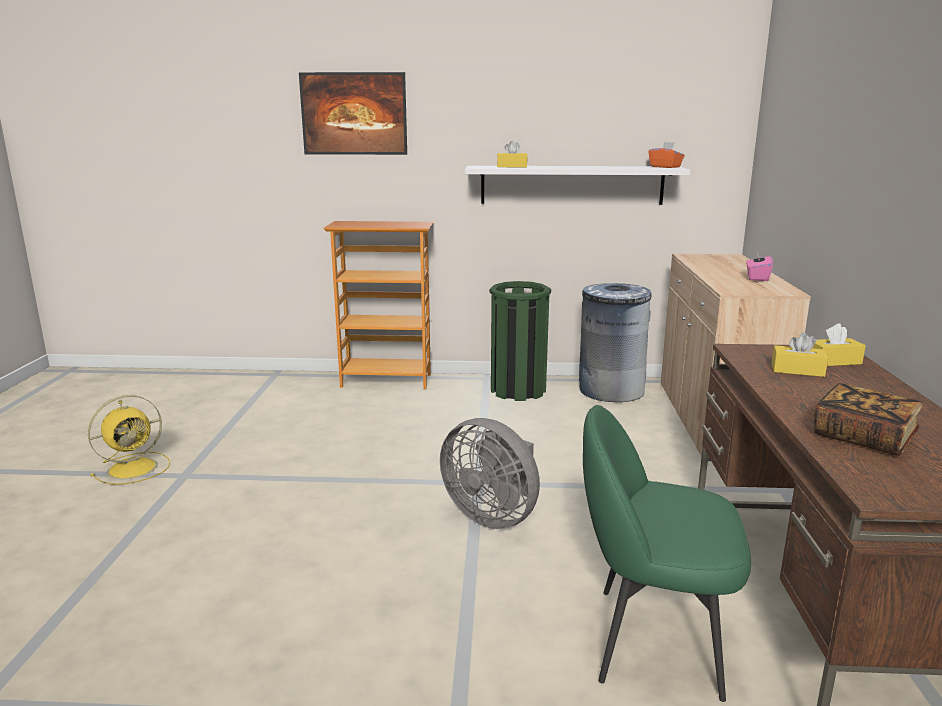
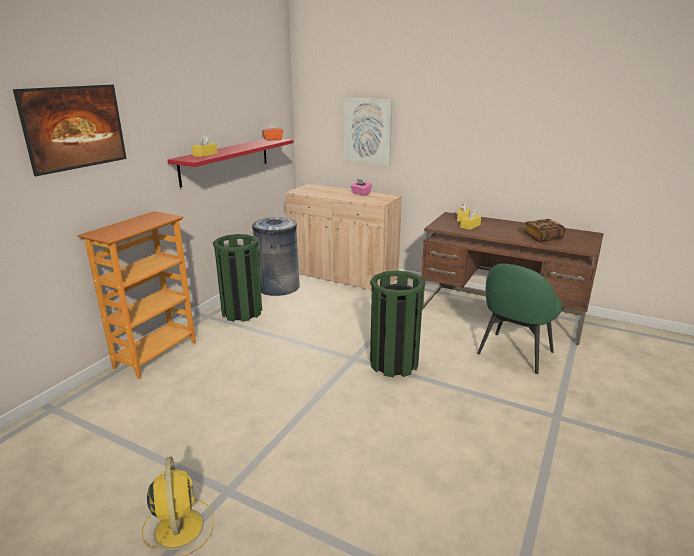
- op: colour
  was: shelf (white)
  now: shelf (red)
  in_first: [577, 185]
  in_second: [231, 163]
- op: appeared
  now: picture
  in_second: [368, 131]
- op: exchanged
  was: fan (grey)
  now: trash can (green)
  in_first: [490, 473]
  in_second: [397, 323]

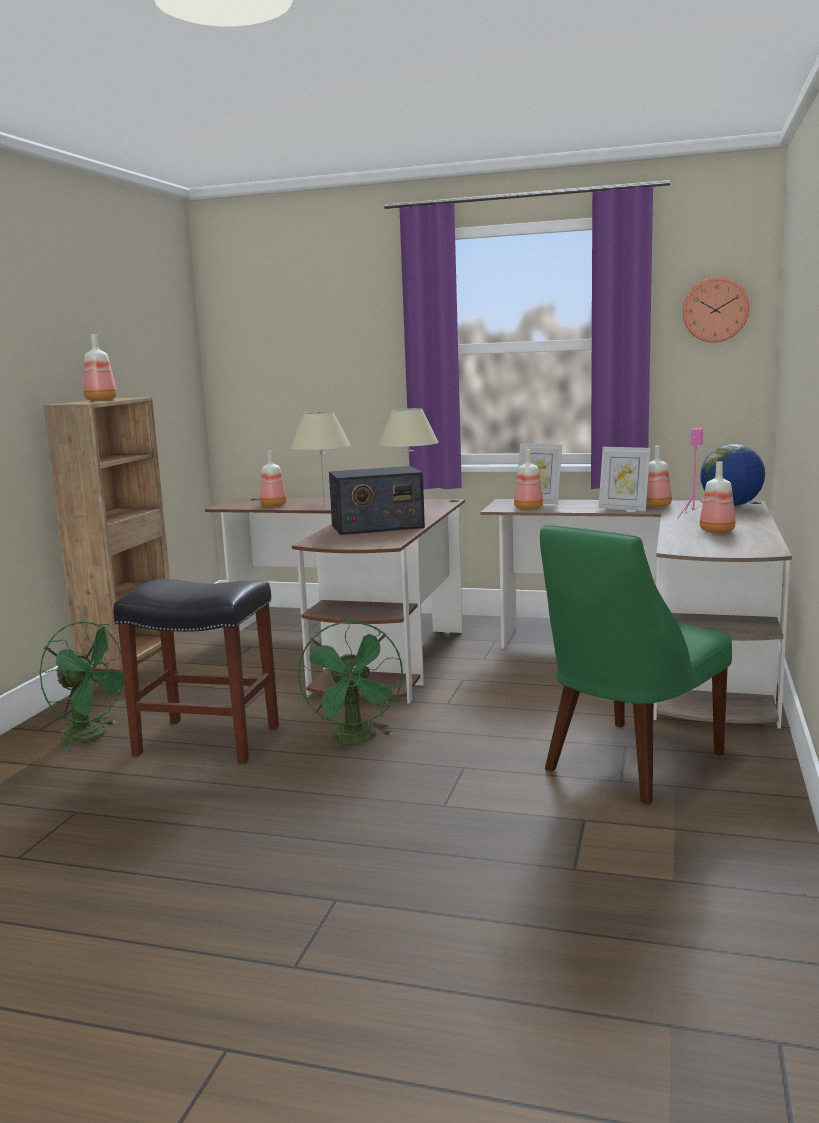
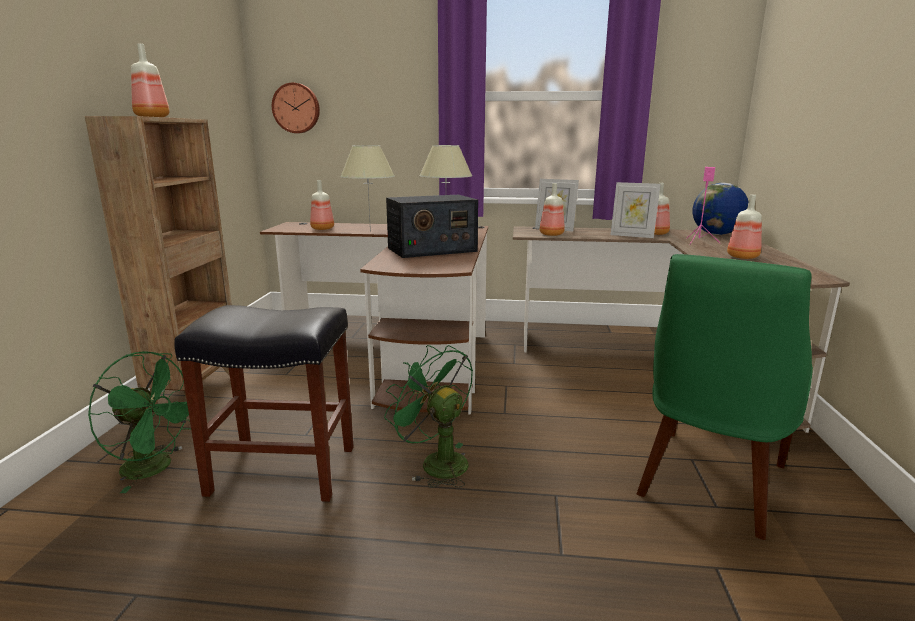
- op: relocated
  was: wall clock
  in_first: [716, 309]
  in_second: [296, 108]
- op: spun
  was: fan (green)
  in_first: [350, 683]
  in_second: [428, 416]
  clockwise: 150

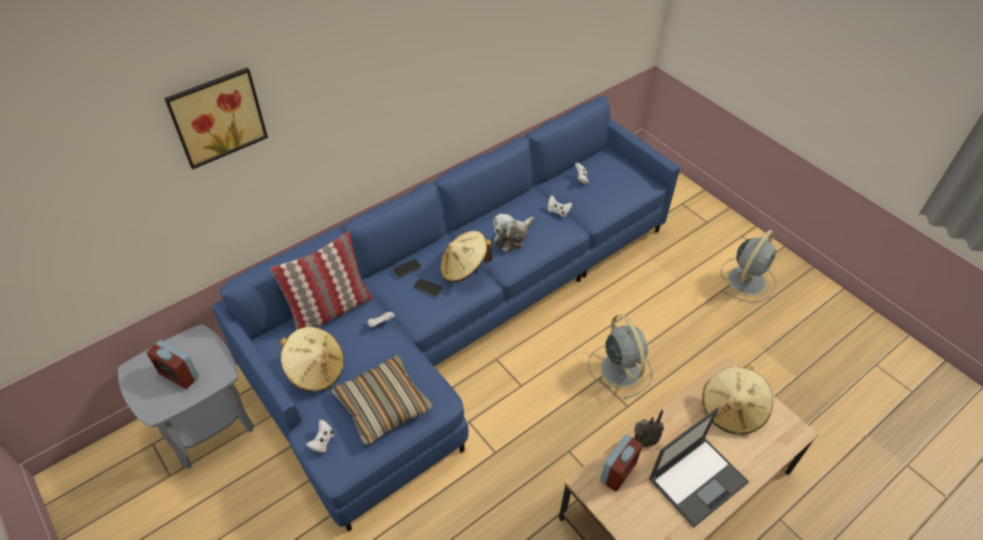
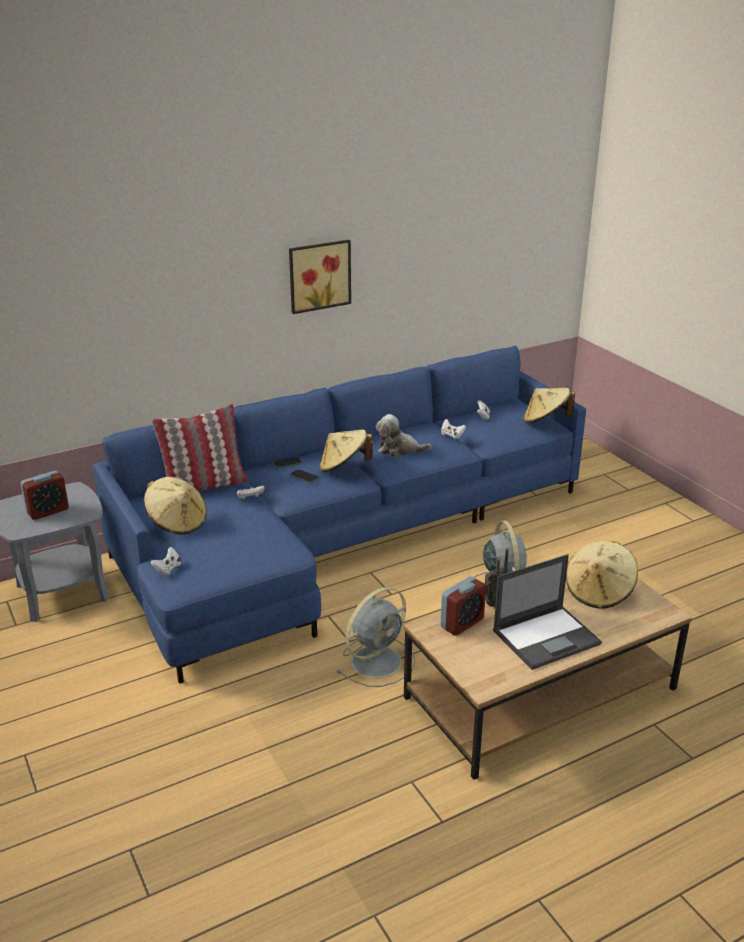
- op: spun
  was: alarm clock
  in_first: [173, 364]
  in_second: [45, 495]
  clockwise: -75
- op: relocated
  was: picture
  in_first: [216, 118]
  in_second: [320, 277]
- op: relocated
  was: fan (grey)
  in_first: [748, 266]
  in_second: [375, 637]
- op: spun
  was: plush toy
  in_first: [513, 232]
  in_second: [403, 435]
  clockwise: 45
- op: appeared
  now: hat (beige)
  in_second: [549, 405]
- op: missing
  was: pillow
  in_first: [382, 399]

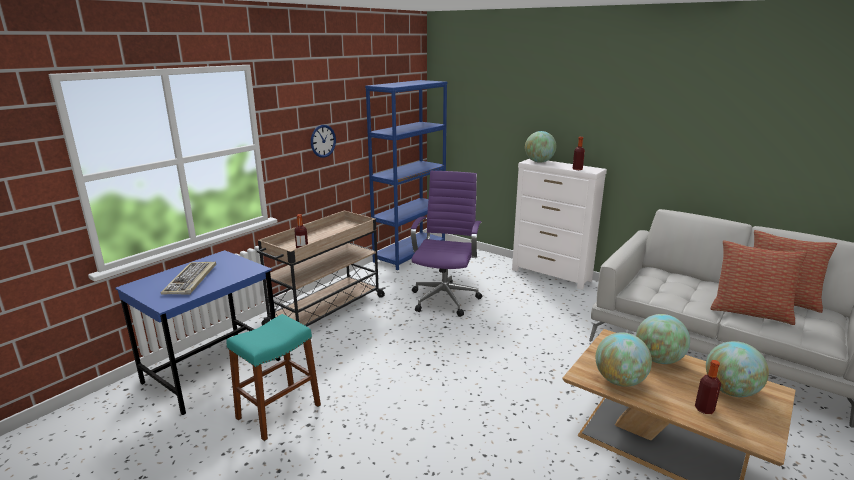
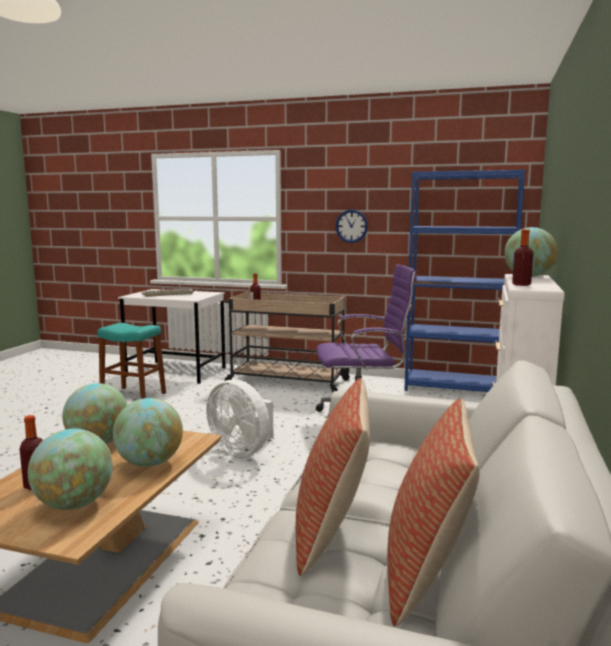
- op: colour
  was: desk (blue)
  now: desk (white)
  in_first: [197, 332]
  in_second: [172, 336]
- op: appeared
  now: fan (white)
  in_second: [239, 417]

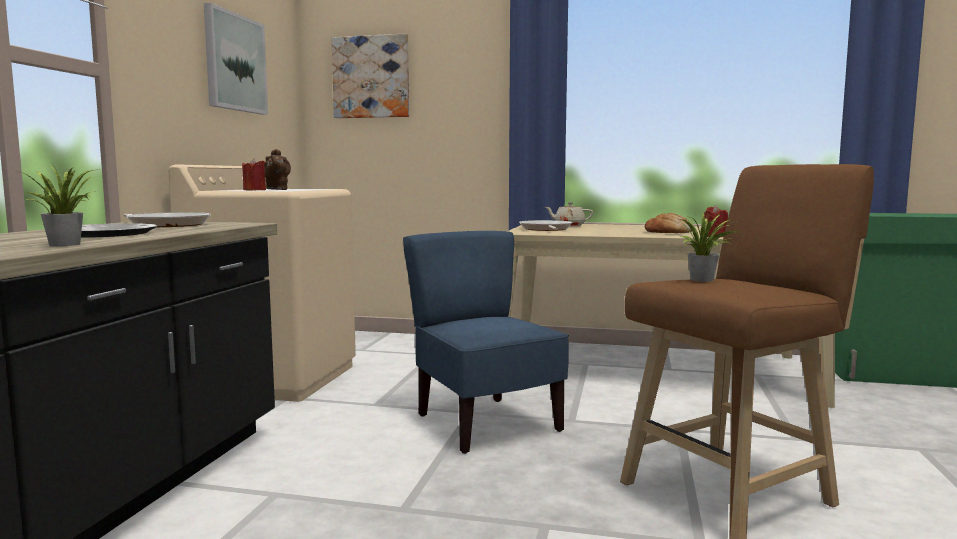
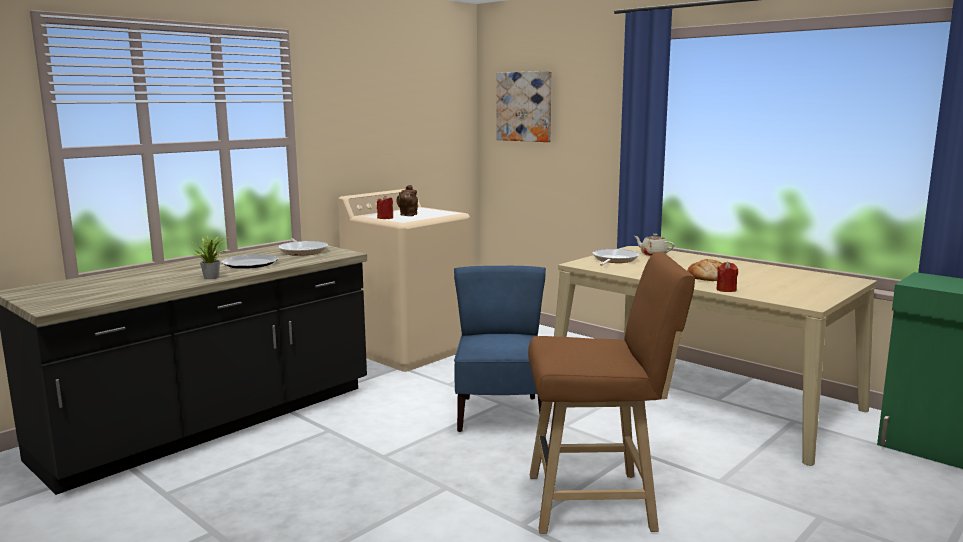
- op: missing
  was: picture
  in_first: [236, 59]
- op: missing
  was: potted plant
  in_first: [709, 247]

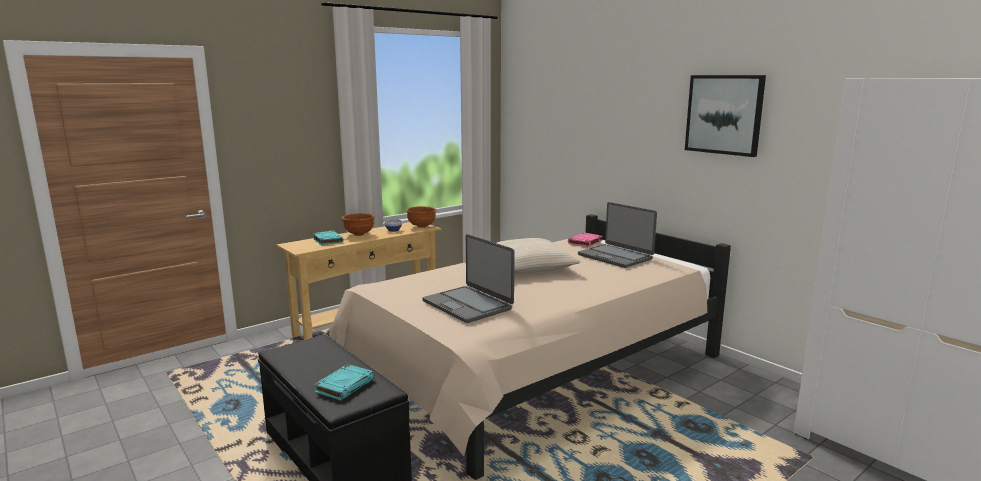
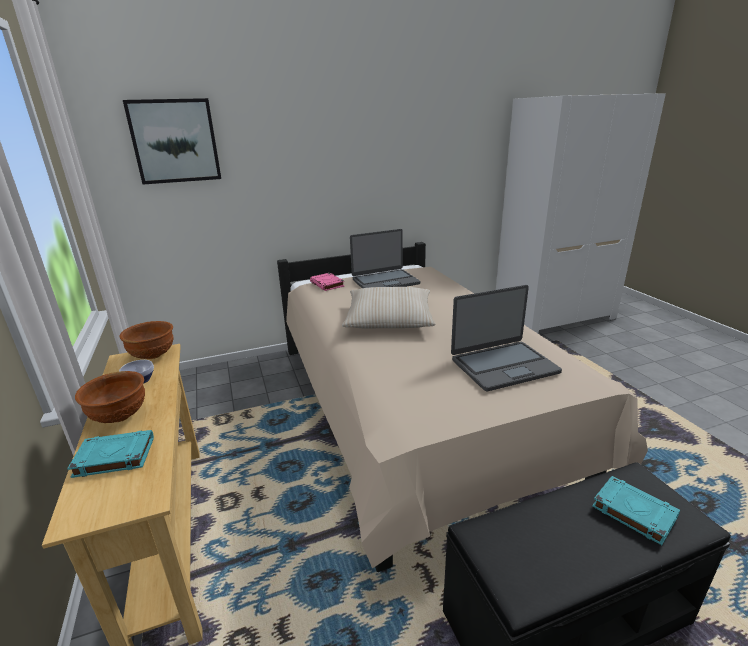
- op: relocated
  was: picture
  in_first: [725, 116]
  in_second: [172, 141]

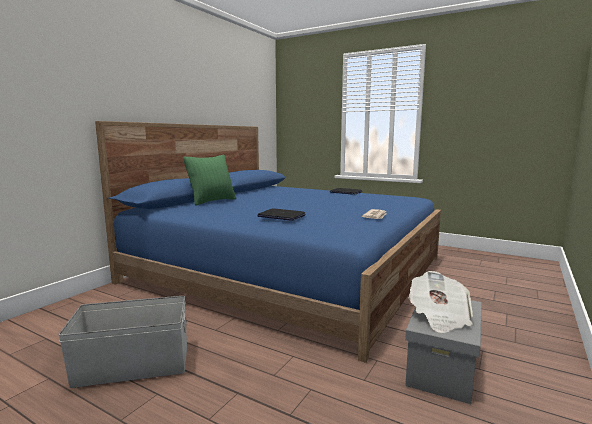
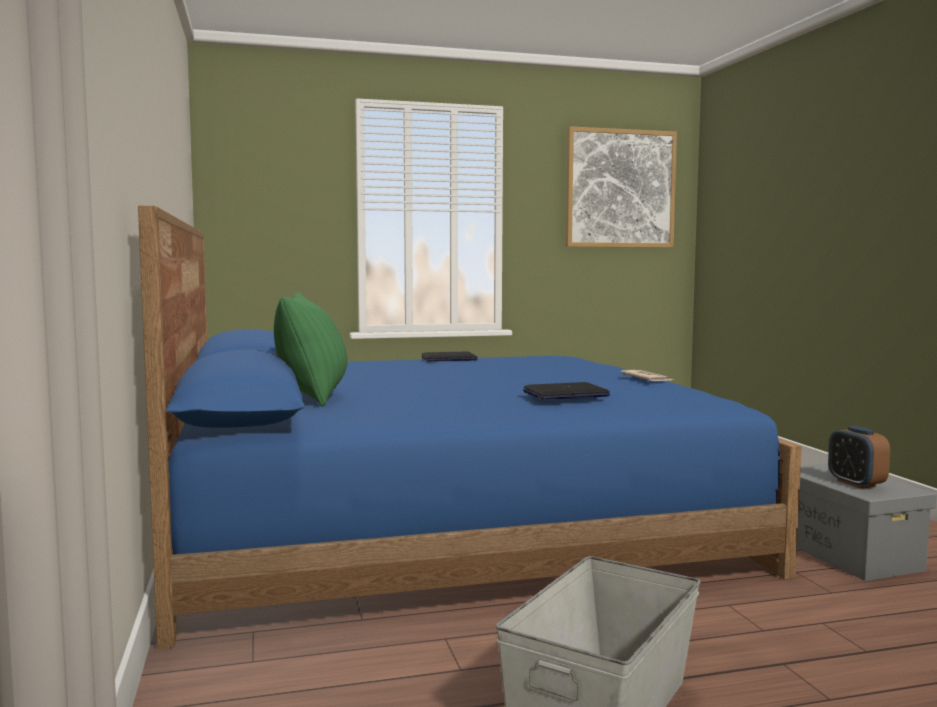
- op: appeared
  now: picture
  in_second: [621, 187]
- op: exchanged
  was: newspaper
  now: alarm clock
  in_first: [440, 302]
  in_second: [859, 457]

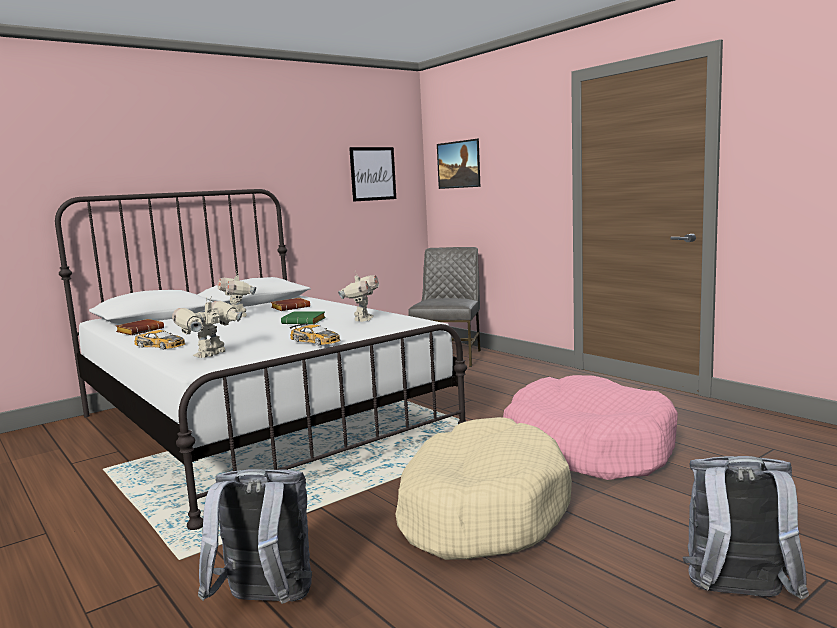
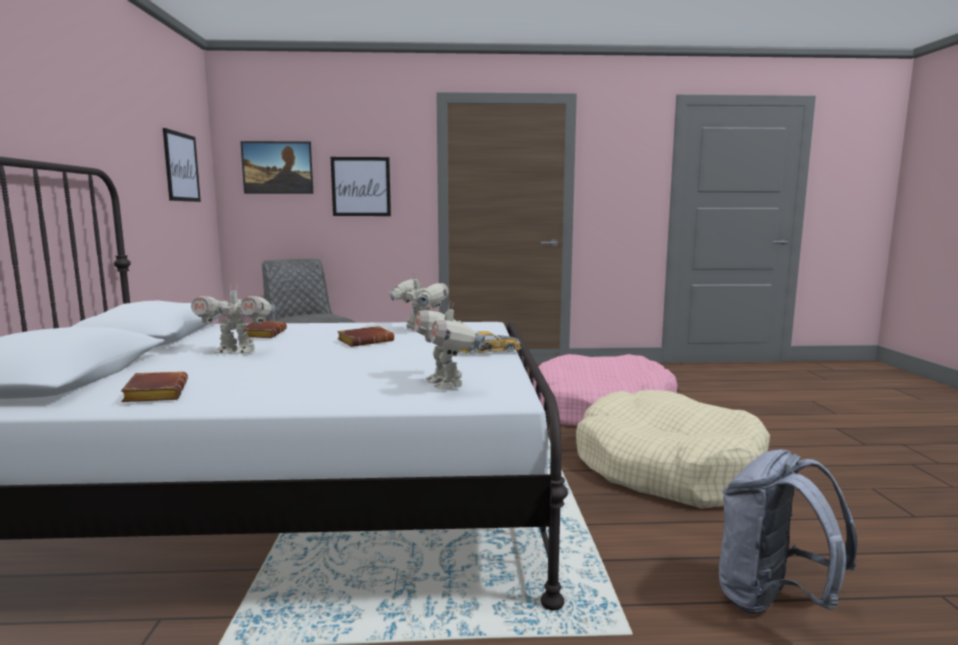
- op: appeared
  now: picture
  in_second: [361, 186]
- op: colour
  was: book (green)
  now: book (brown)
  in_first: [303, 317]
  in_second: [365, 336]
- op: missing
  was: toy car
  in_first: [159, 339]
- op: missing
  was: backpack (grey)
  in_first: [745, 527]

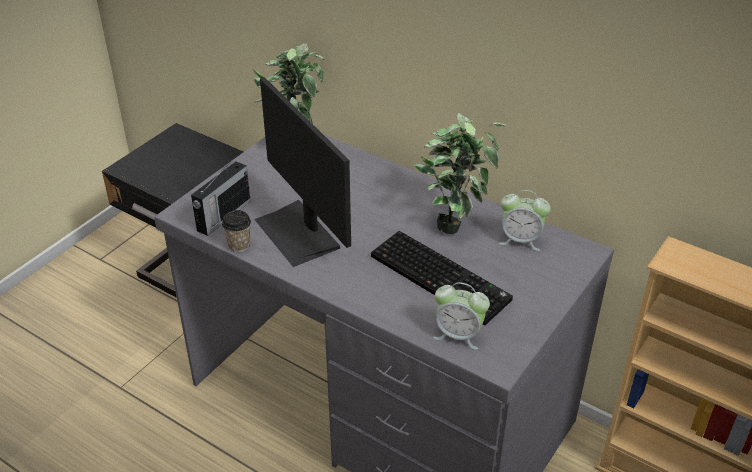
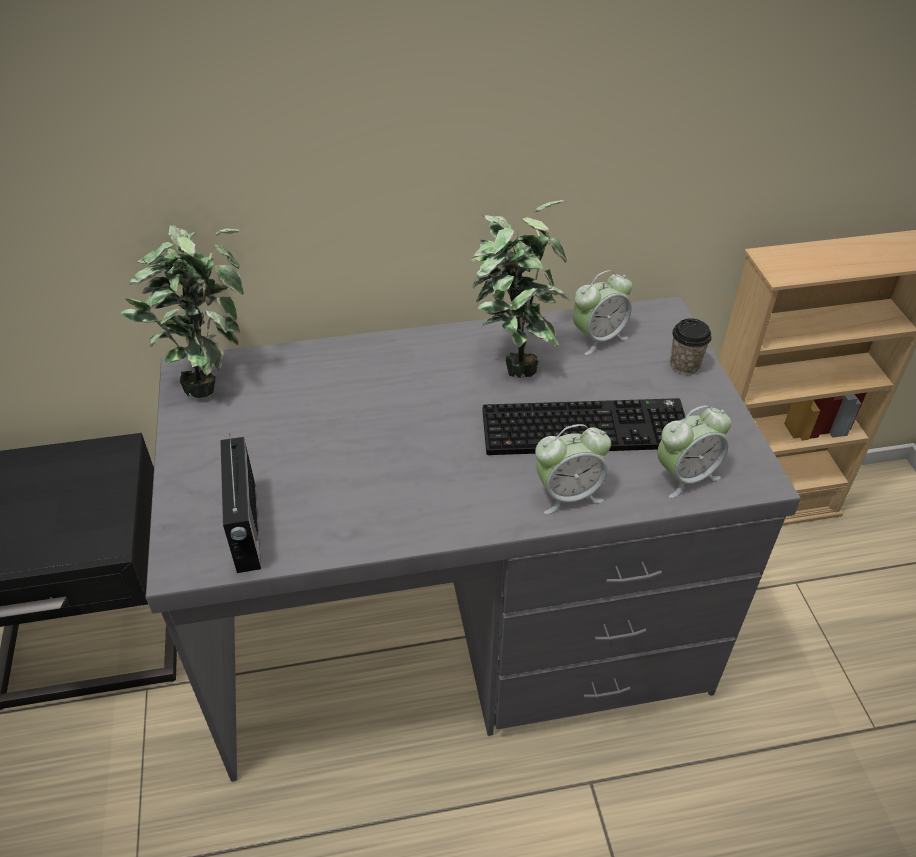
- op: appeared
  now: alarm clock
  in_second: [573, 469]
- op: relocated
  was: cup
  in_first: [236, 231]
  in_second: [691, 346]
- op: missing
  was: monitor
  in_first: [302, 172]

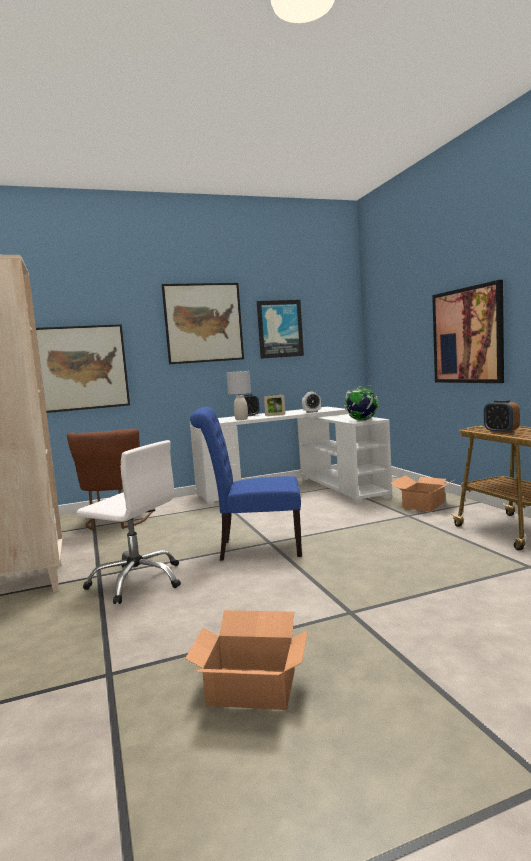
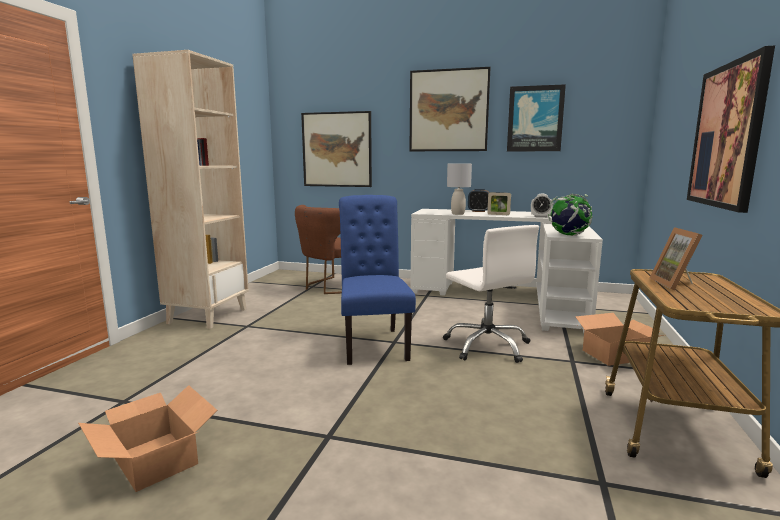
- op: spun
  was: chair (blue)
  in_first: [246, 484]
  in_second: [377, 280]
  clockwise: 45
- op: relocated
  was: office chair (white)
  in_first: [129, 522]
  in_second: [491, 294]
- op: exchanged
  was: alarm clock
  now: picture frame
  in_first: [502, 416]
  in_second: [675, 258]

